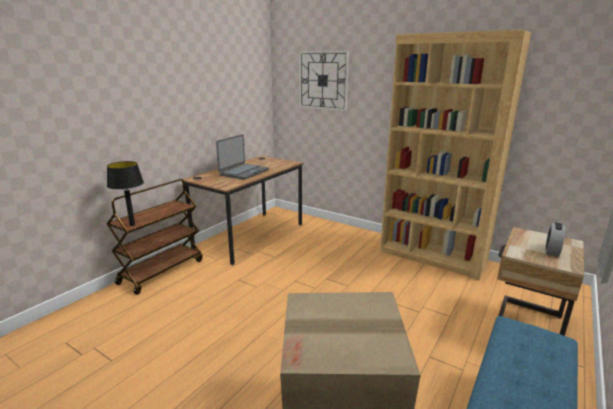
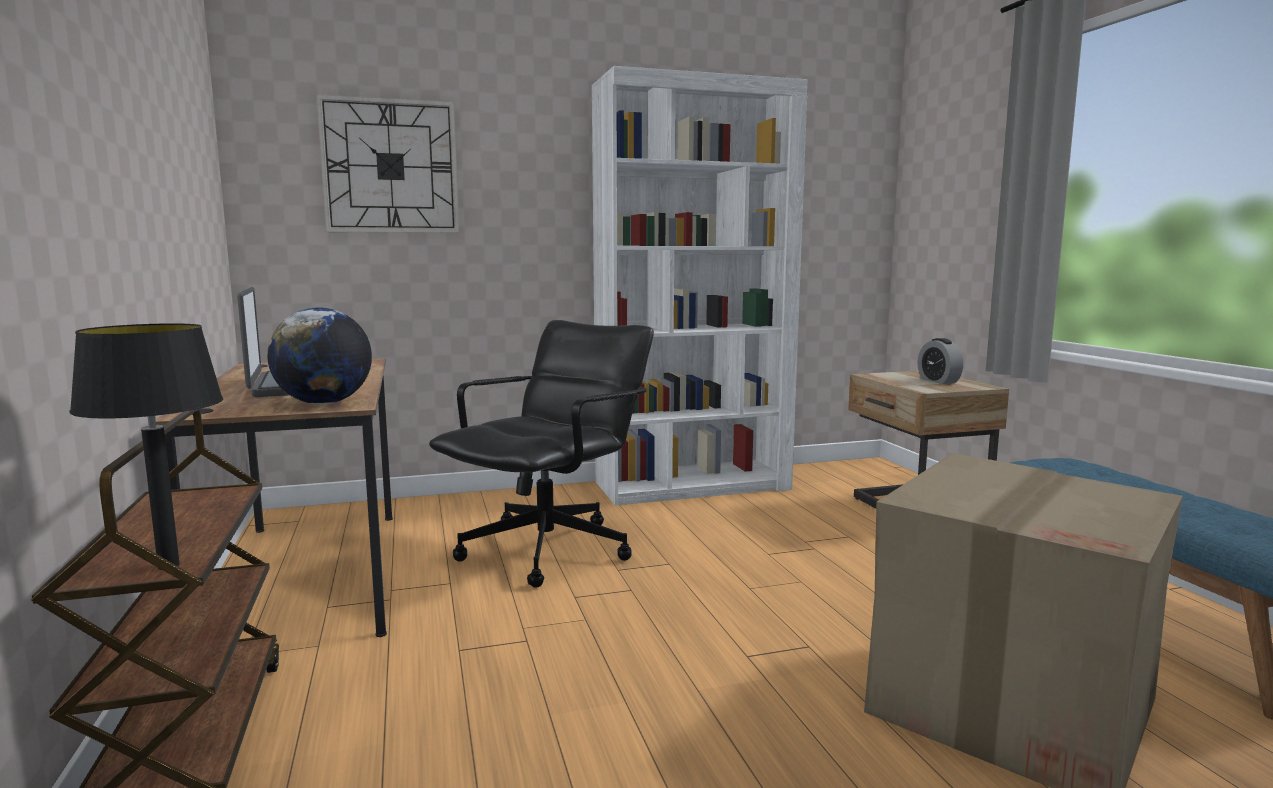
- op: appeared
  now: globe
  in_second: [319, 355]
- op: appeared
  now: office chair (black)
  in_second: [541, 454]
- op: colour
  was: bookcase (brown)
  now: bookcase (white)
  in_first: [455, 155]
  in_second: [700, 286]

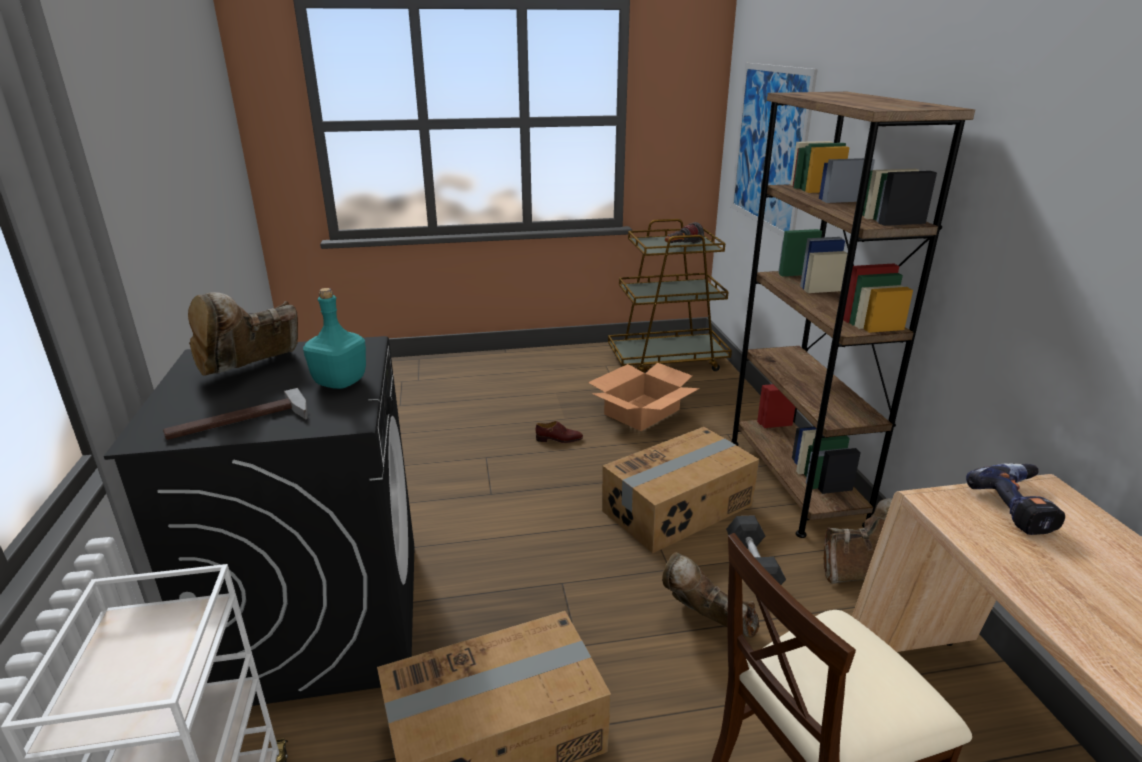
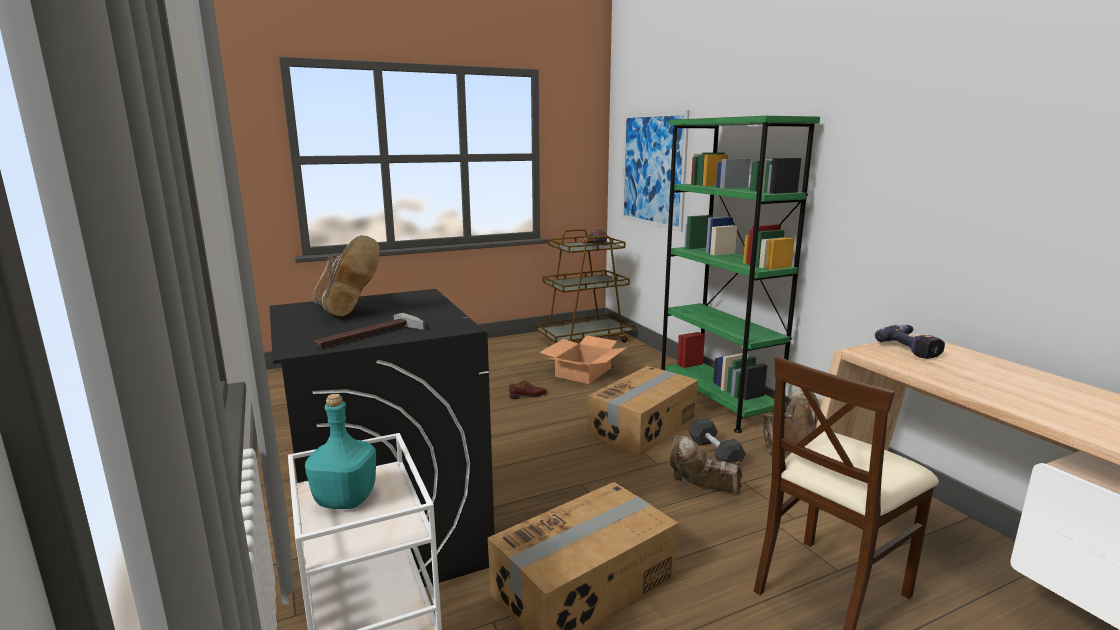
- op: relocated
  was: bottle (turquoise)
  in_first: [334, 338]
  in_second: [340, 451]
- op: spun
  was: boot (brown)
  in_first: [243, 334]
  in_second: [346, 276]
  clockwise: -60
- op: colour
  was: bookcase (brown)
  now: bookcase (green)
  in_first: [853, 315]
  in_second: [740, 274]

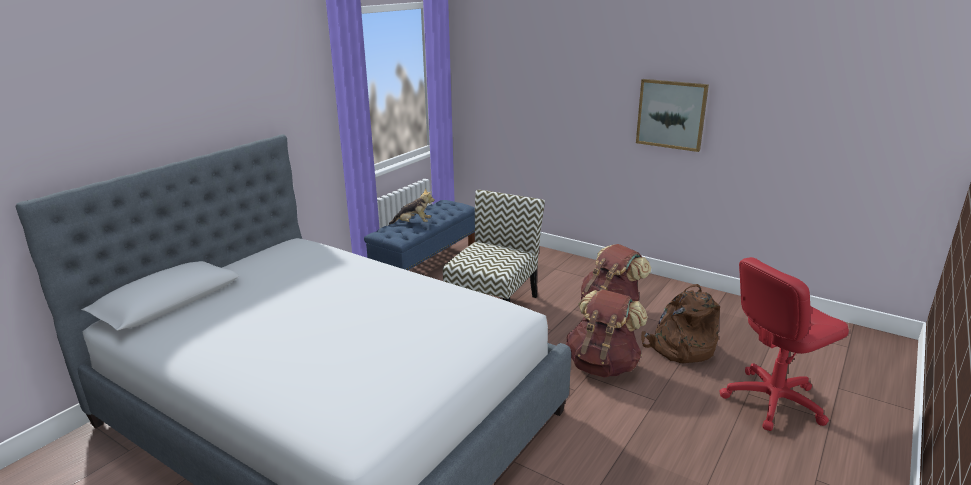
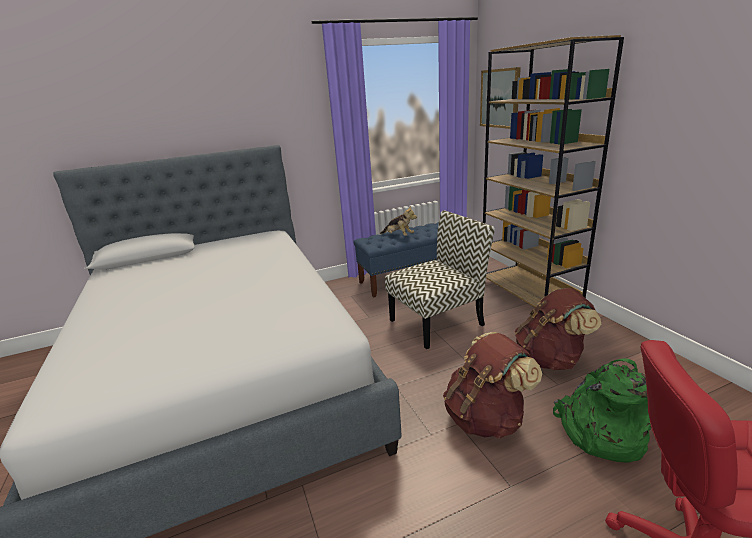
- op: relocated
  was: picture
  in_first: [672, 115]
  in_second: [500, 98]
- op: appeared
  now: bookcase (brown)
  in_second: [553, 171]
- op: colour
  was: backpack (brown)
  now: backpack (green)
  in_first: [680, 323]
  in_second: [602, 410]

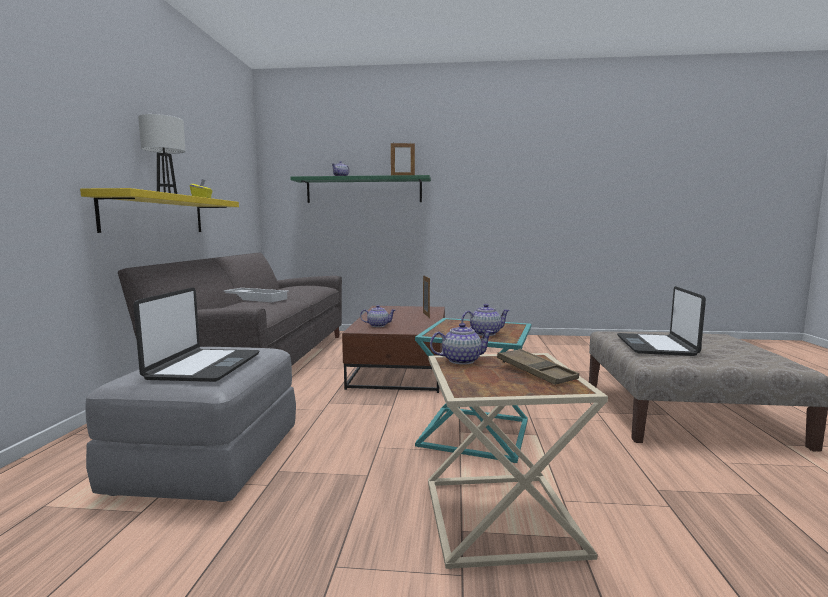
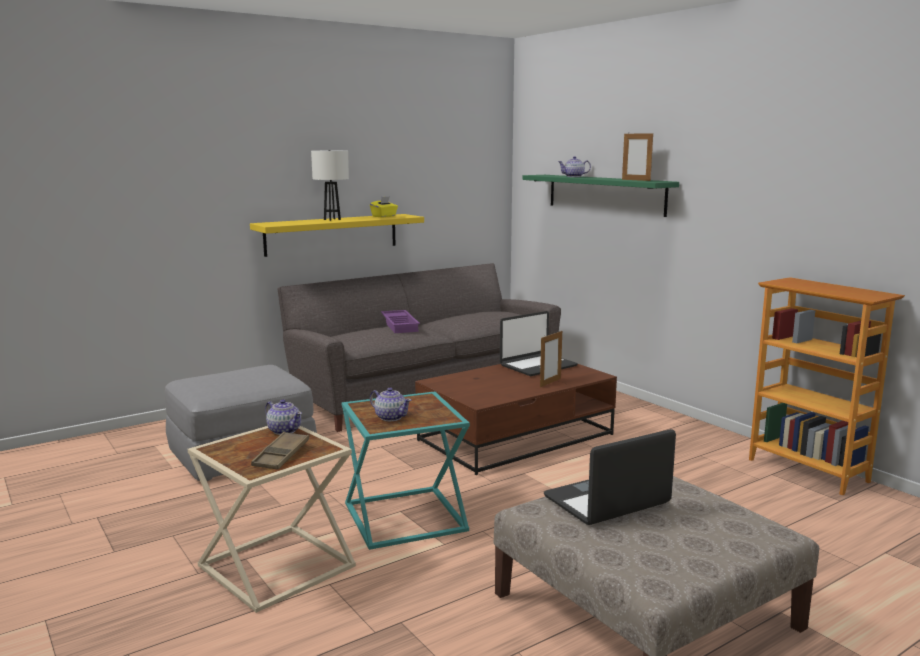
- op: colour
  was: tray (white)
  now: tray (purple)
  in_first: [256, 295]
  in_second: [400, 321]
- op: relocated
  was: laptop
  in_first: [196, 334]
  in_second: [539, 343]
- op: appeared
  now: bookcase
  in_second: [827, 386]
- op: missing
  was: teapot
  in_first: [378, 316]

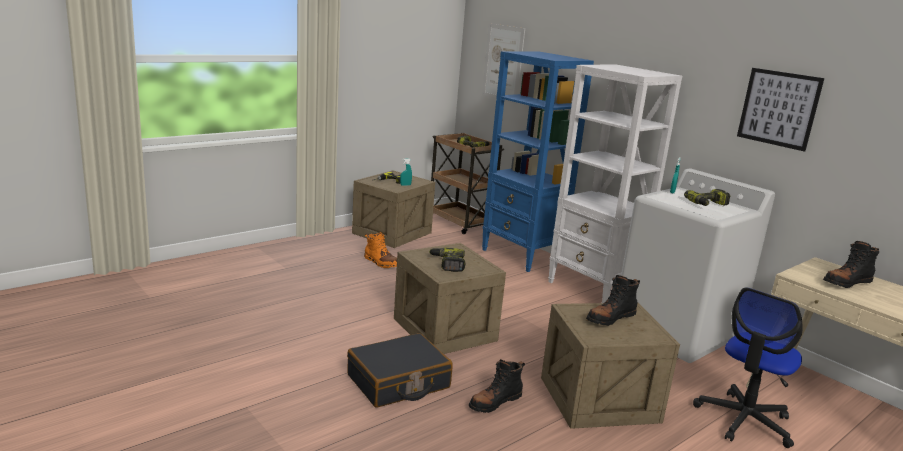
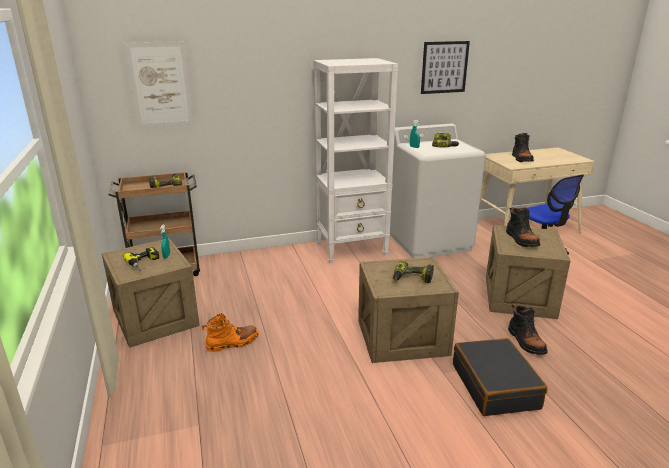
- op: missing
  was: bookcase (blue)
  in_first: [538, 161]

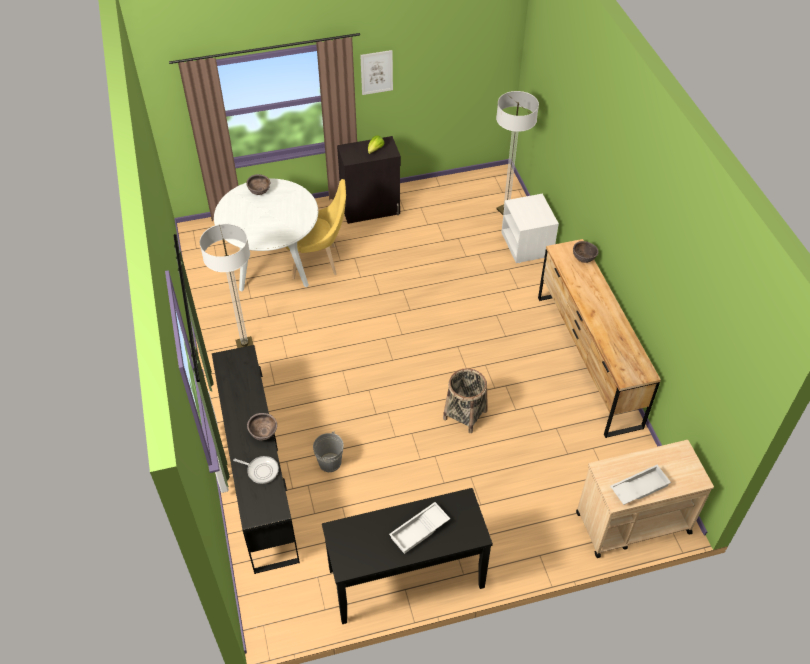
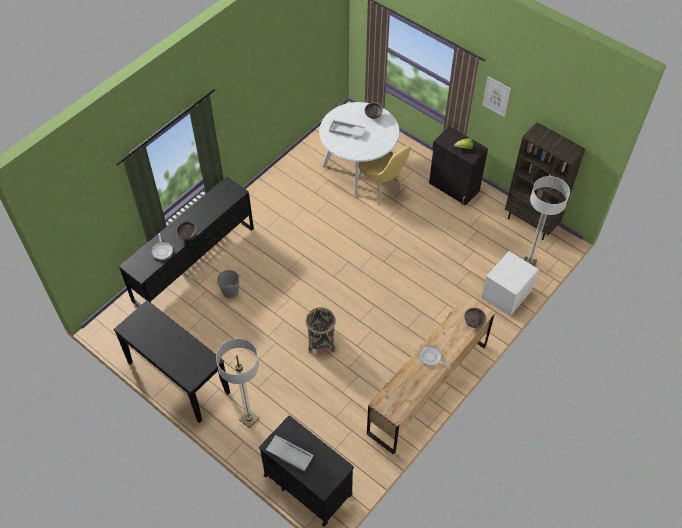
- op: relocated
  was: floor lamp
  in_first: [227, 286]
  in_second: [237, 383]
- op: colour
  was: cart (beige)
  now: cart (black)
  in_first: [645, 499]
  in_second: [306, 471]
- op: relocated
  was: tray (white)
  in_first: [419, 528]
  in_second: [346, 128]
- op: appeared
  now: frying pan
  in_second: [434, 357]
- op: appeared
  now: bookcase (brown)
  in_second: [545, 181]

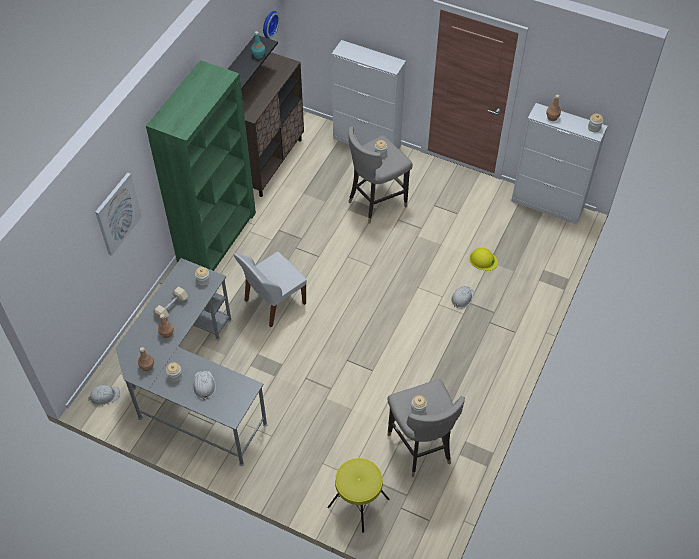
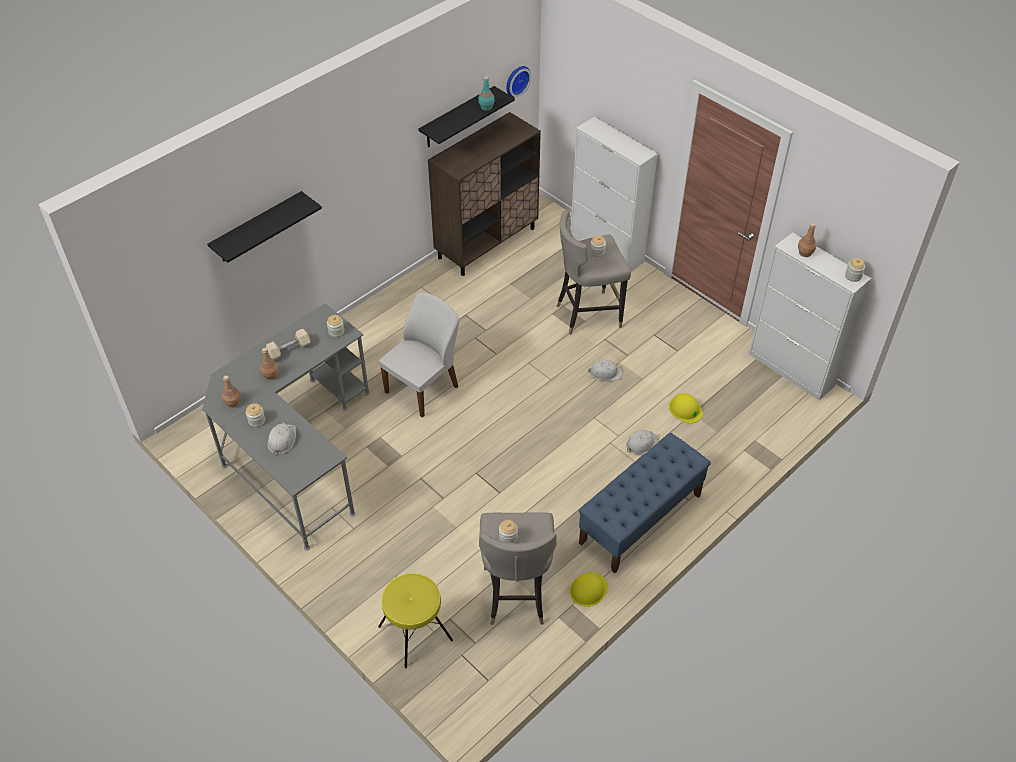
- op: exchanged
  was: picture
  now: shelf (black)
  in_first: [118, 214]
  in_second: [264, 227]
- op: spun
  was: chair (white)
  in_first: [270, 289]
  in_second: [419, 355]
  clockwise: 150
- op: appeared
  now: hard hat (yellow)
  in_second: [589, 589]
- op: appeared
  now: bench (blue)
  in_second: [645, 503]
- op: relocated
  was: hard hat (white)
  in_first: [104, 395]
  in_second: [605, 370]
- op: missing
  was: bookcase (green)
  in_first: [201, 165]

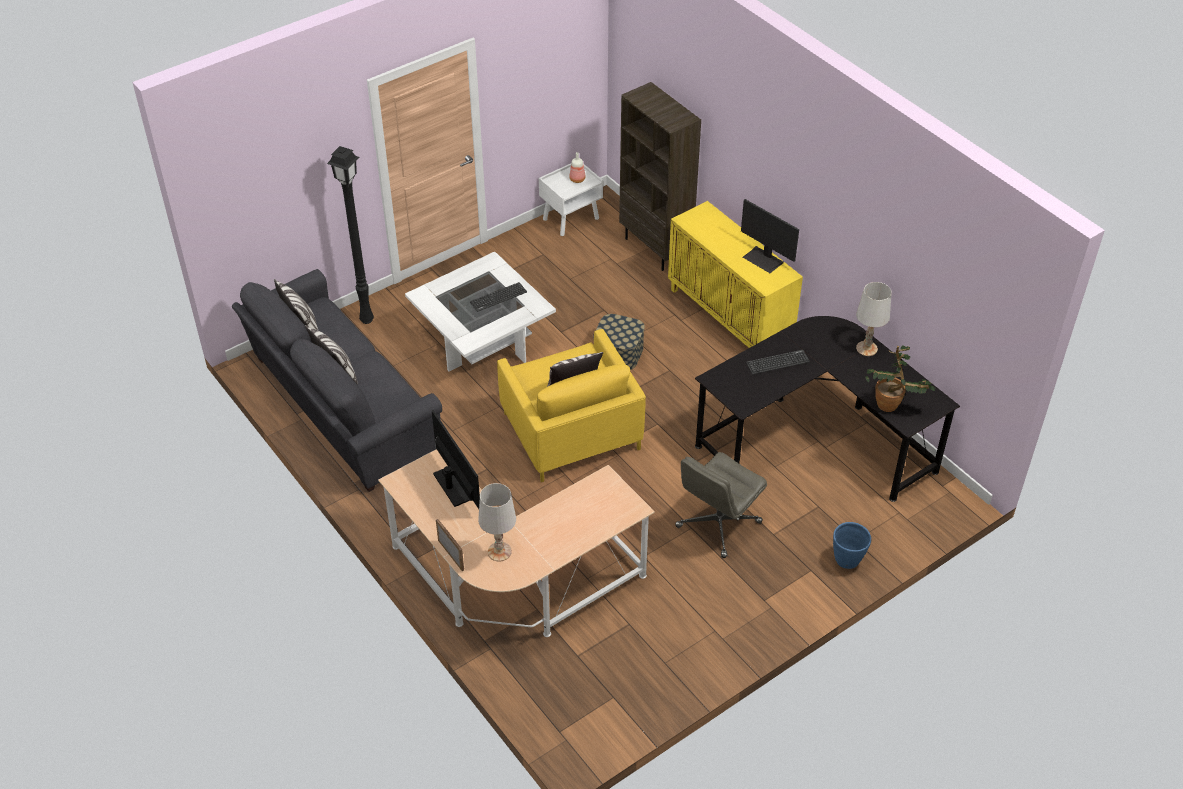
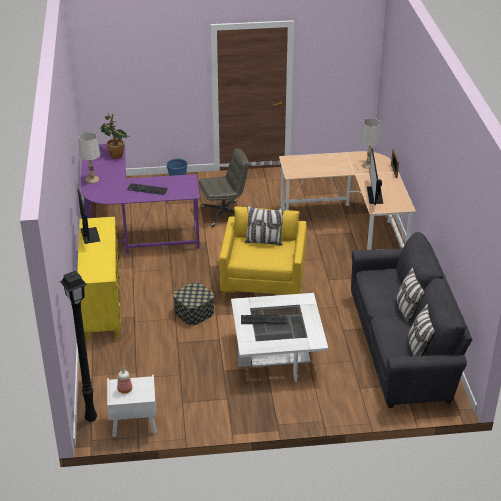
- op: relocated
  was: floor lamp (black)
  in_first: [350, 235]
  in_second: [78, 346]
- op: colour
  was: desk (black)
  now: desk (purple)
  in_first: [827, 409]
  in_second: [140, 198]
- op: missing
  was: bookcase (brown)
  in_first: [660, 176]

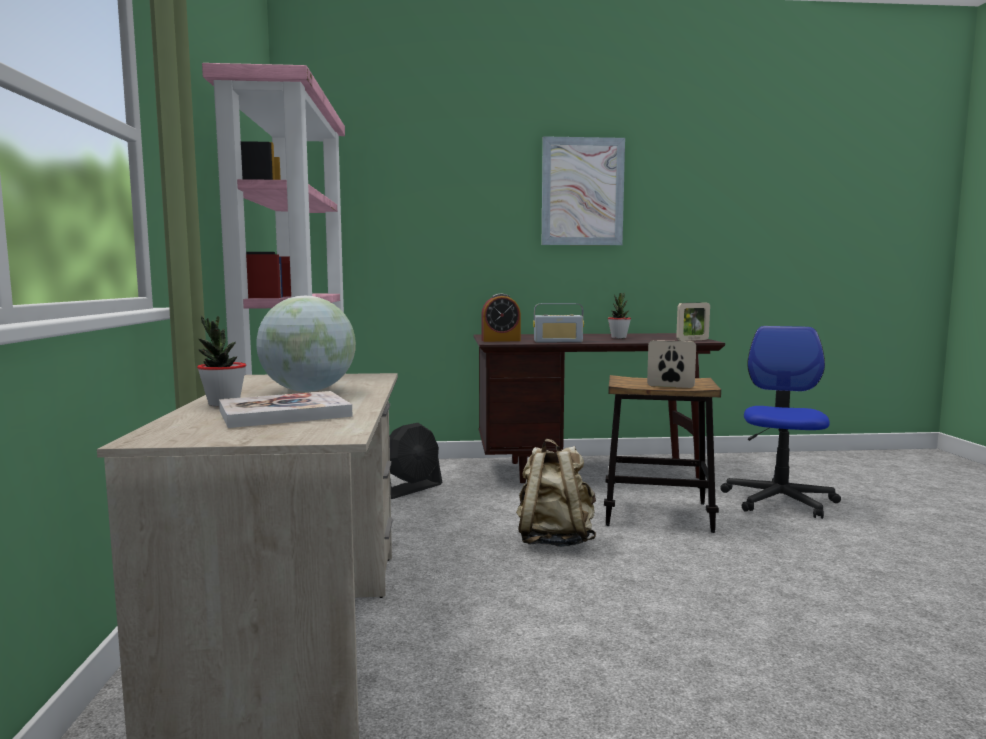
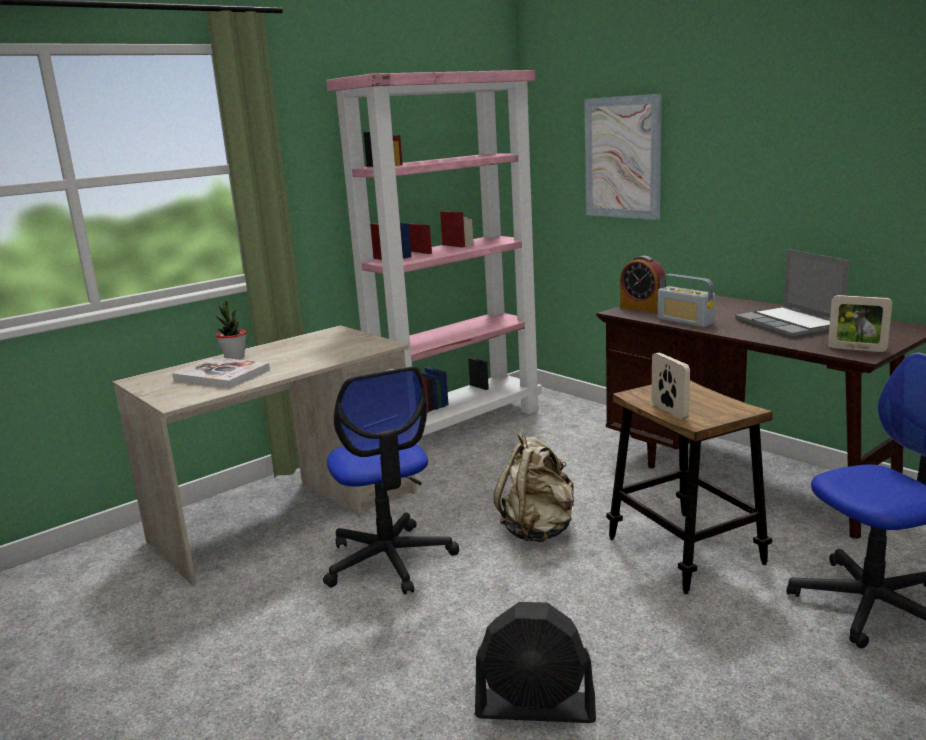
- op: appeared
  now: office chair
  in_second: [391, 481]
- op: relocated
  was: fan (black)
  in_first: [415, 461]
  in_second: [535, 662]
- op: relocated
  was: picture
  in_first: [583, 190]
  in_second: [623, 156]
- op: exchanged
  was: potted plant
  now: laptop
  in_first: [619, 315]
  in_second: [792, 293]
- op: missing
  was: globe
  in_first: [306, 344]

